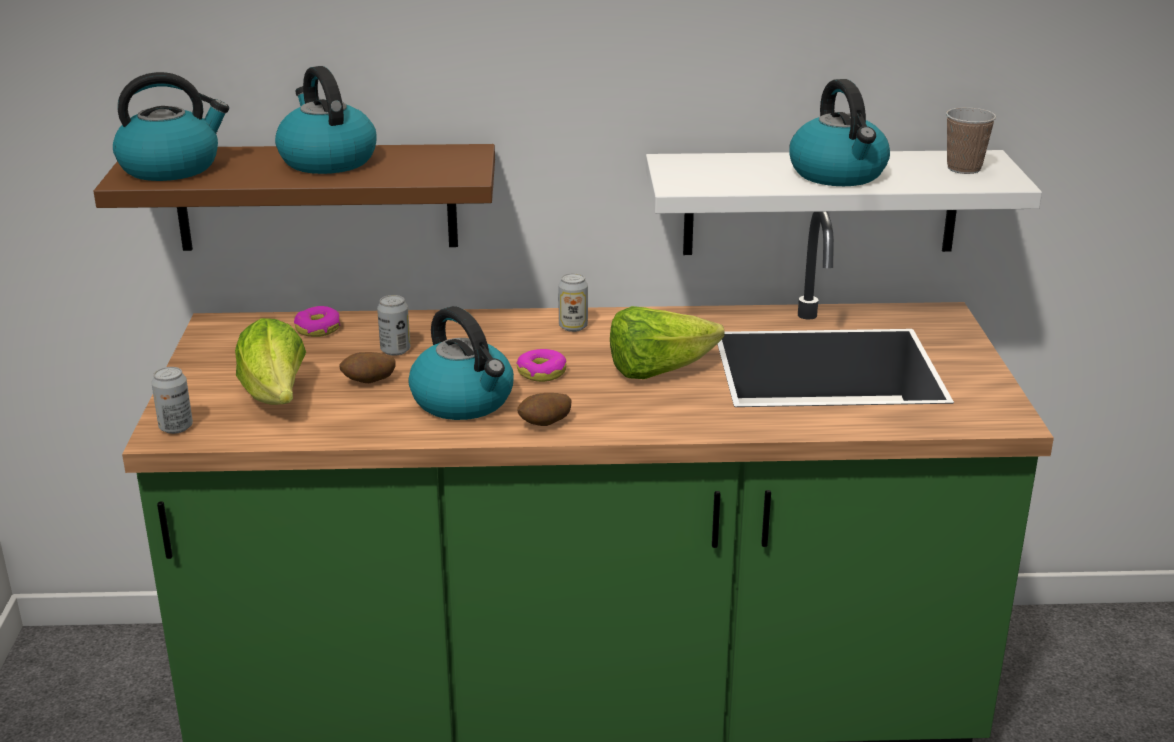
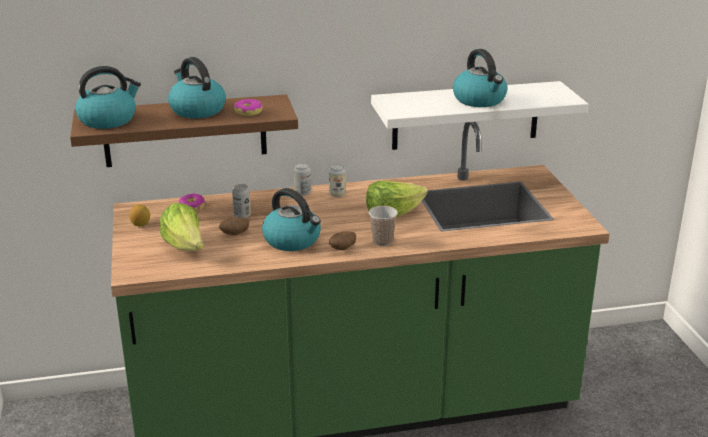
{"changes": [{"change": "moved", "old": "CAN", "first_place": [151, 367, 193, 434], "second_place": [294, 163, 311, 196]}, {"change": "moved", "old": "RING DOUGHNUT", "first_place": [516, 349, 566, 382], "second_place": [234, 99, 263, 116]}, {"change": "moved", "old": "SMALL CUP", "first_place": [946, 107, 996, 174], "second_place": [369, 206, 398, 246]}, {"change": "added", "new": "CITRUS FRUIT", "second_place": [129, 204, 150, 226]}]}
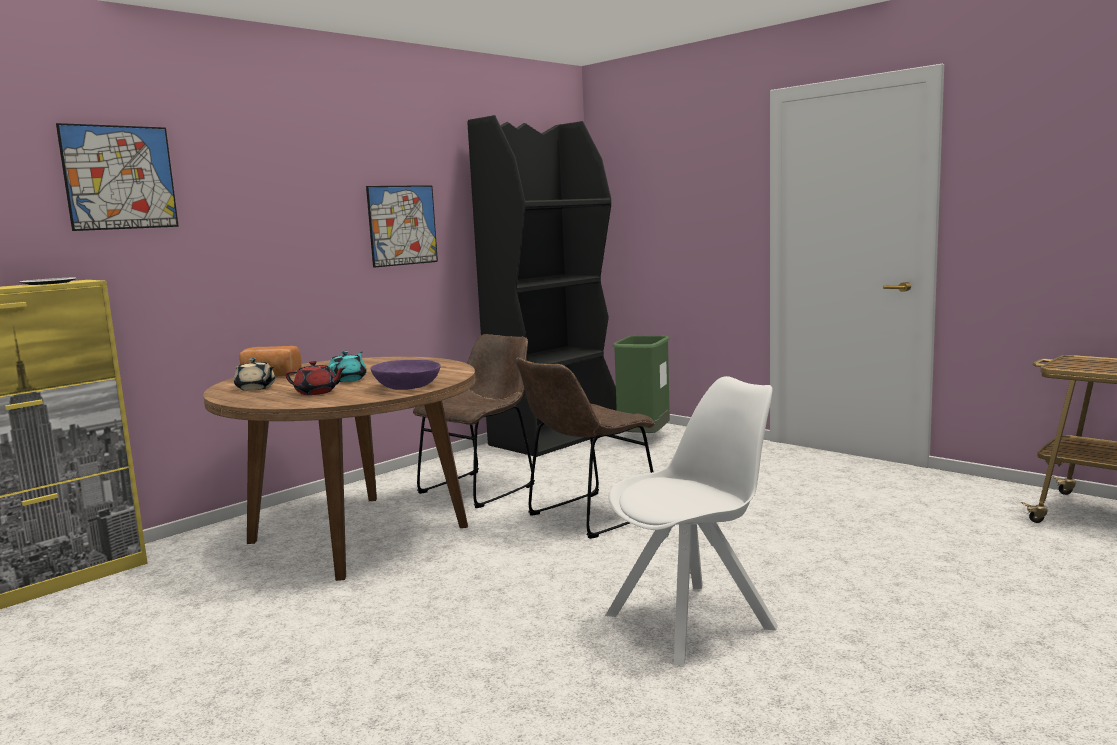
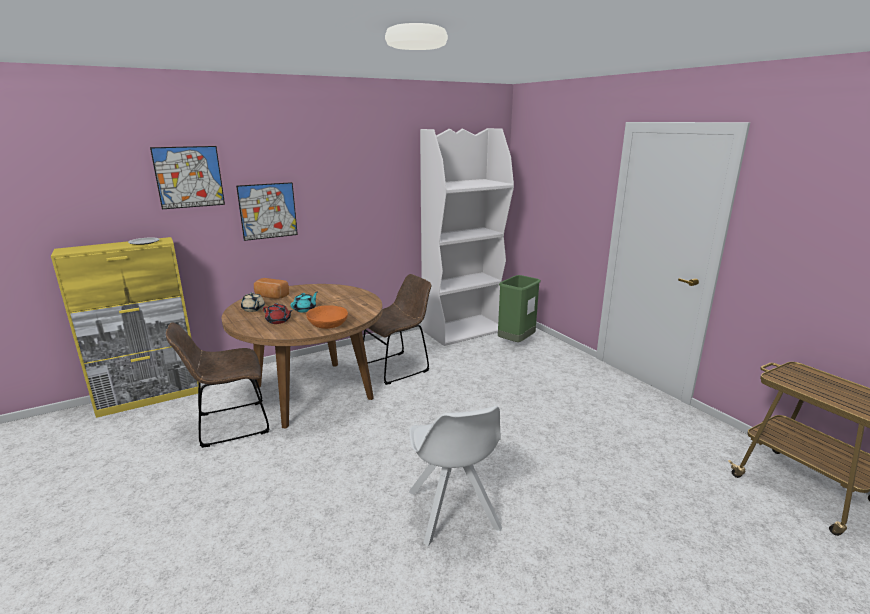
{"changes": [{"change": "moved", "old": "PICTURE", "first_place": [366, 185, 438, 268], "second_place": [236, 182, 298, 241]}, {"change": "recoloured", "old": "PURPLE-COLOURED DEEP DISH", "new": "ORANGE-COLOURED DEEP DISH", "first_place": [371, 360, 440, 390], "second_place": [306, 305, 348, 329]}, {"change": "recoloured", "old": "BLACK-COLOURED SHELVING UNIT", "new": "WHITISH SHELVING UNIT", "first_place": [467, 115, 617, 457], "second_place": [420, 128, 514, 346]}, {"change": "moved", "old": "BROWN PLAIN CHAIR", "first_place": [516, 358, 655, 539], "second_place": [166, 322, 270, 448]}, {"change": "turned", "old": "WHITISH PLAIN CHAIR", "first_place": [605, 376, 778, 665], "second_place": [409, 406, 502, 546], "degrees": 90}]}
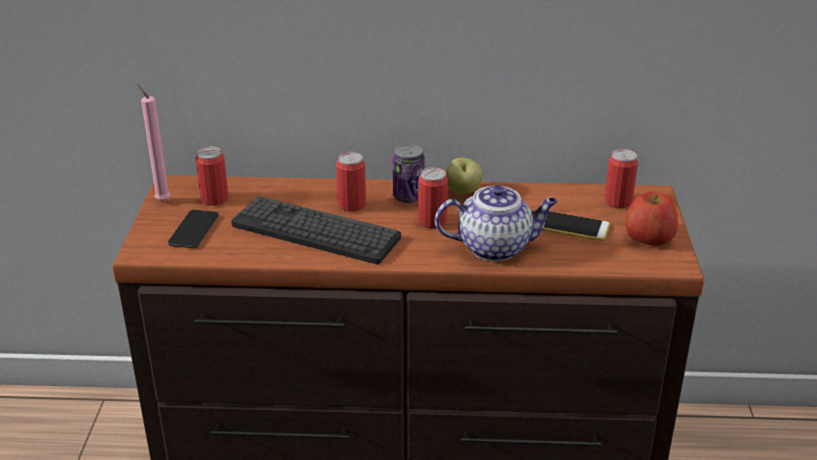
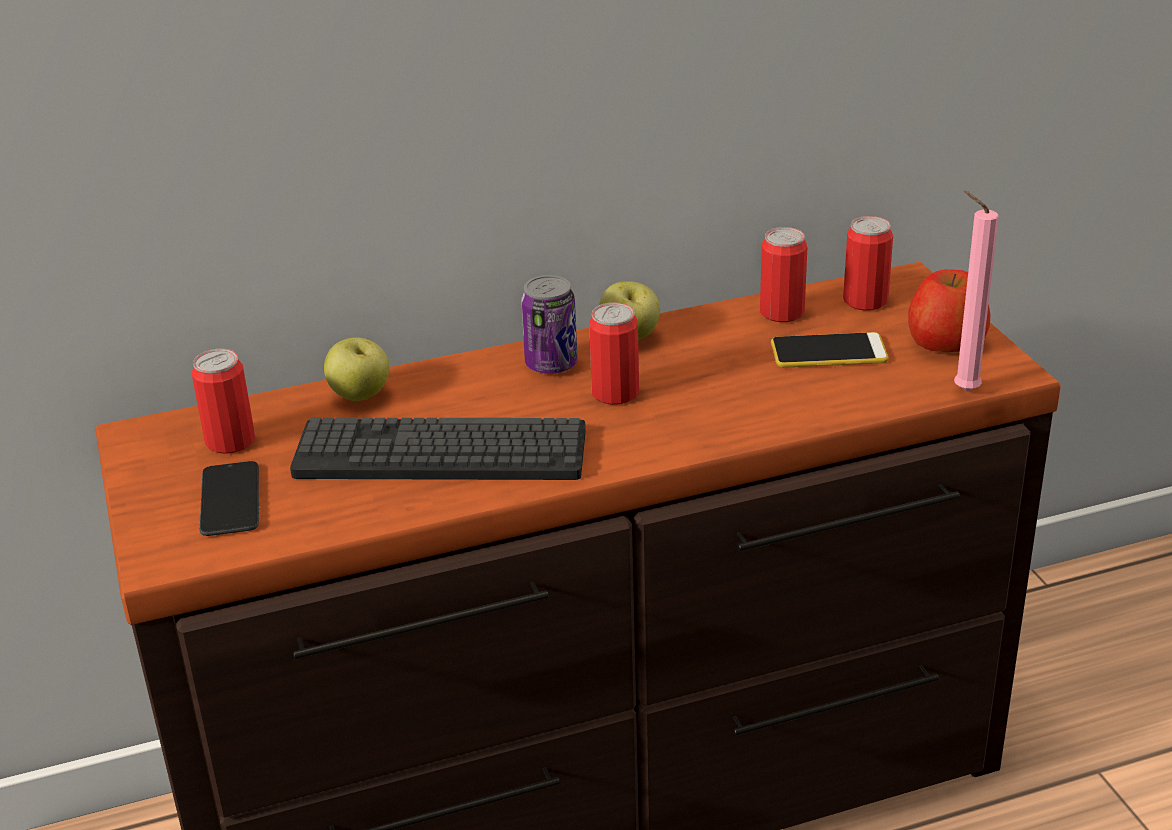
{"changes": [{"change": "moved", "old": "PINKISH CANDLE", "first_place": [137, 84, 170, 201], "second_place": [954, 191, 999, 391]}, {"change": "moved", "old": "CAN", "first_place": [336, 152, 366, 212], "second_place": [760, 227, 807, 322]}, {"change": "removed", "old": "TEAPOT", "first_place": [435, 185, 558, 261]}, {"change": "added", "new": "WHOLE APPLE", "second_place": [324, 337, 390, 401]}]}
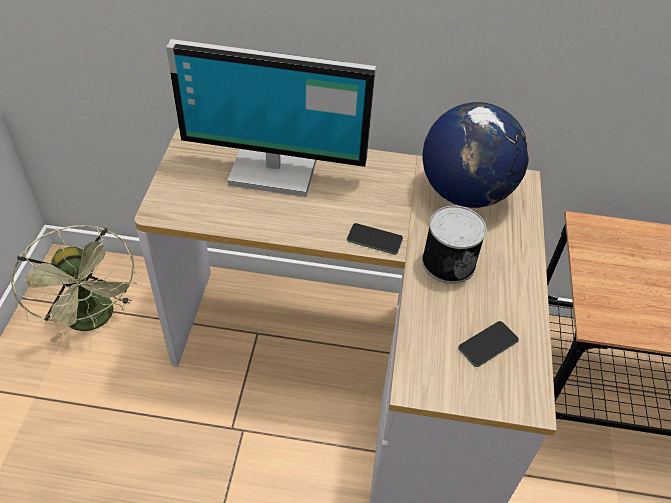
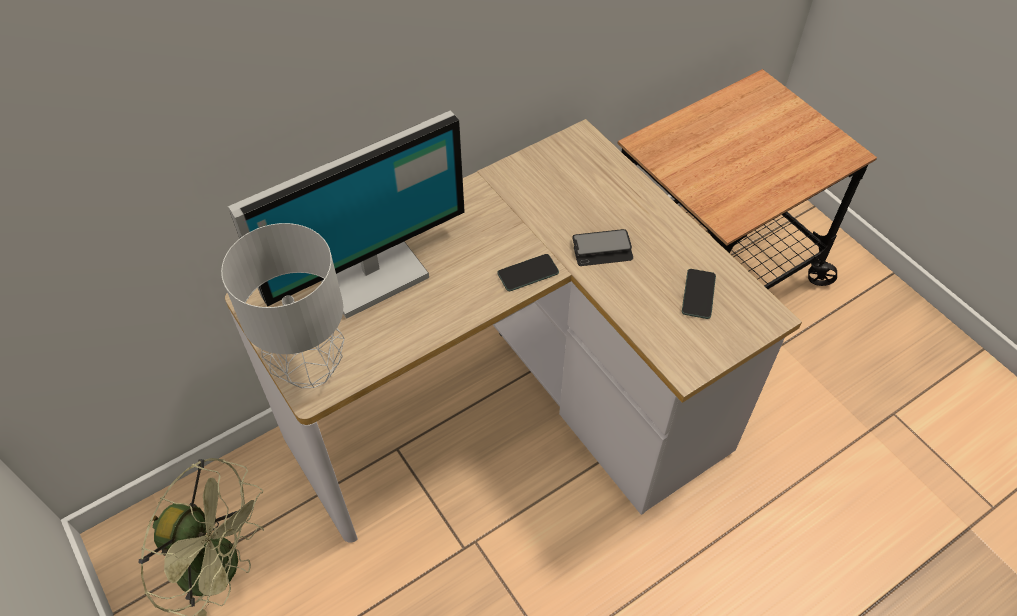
{"changes": [{"change": "removed", "old": "DESK GLOBE", "first_place": [422, 102, 529, 208]}, {"change": "replaced", "old": "CAN", "new": "HANDSET", "first_place": [422, 206, 487, 284], "second_place": [572, 229, 633, 266]}, {"change": "added", "new": "GREYISH TABLE LAMP", "second_place": [221, 223, 345, 388]}]}
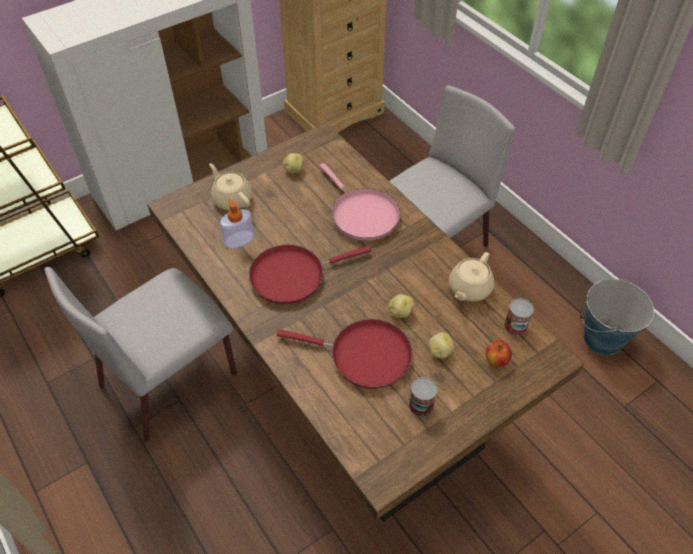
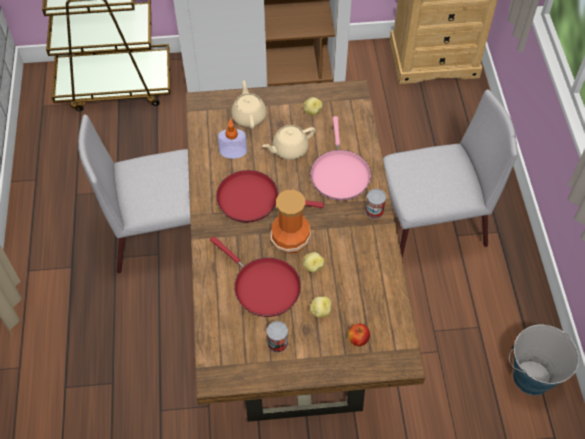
{"changes": [{"change": "moved", "old": "SAND-COLOURED TEAPOT", "first_place": [449, 252, 494, 302], "second_place": [262, 125, 315, 160]}, {"change": "moved", "old": "CAN", "first_place": [504, 298, 534, 336], "second_place": [365, 189, 386, 219]}, {"change": "added", "new": "FLOWER VASE", "second_place": [270, 190, 311, 253]}]}
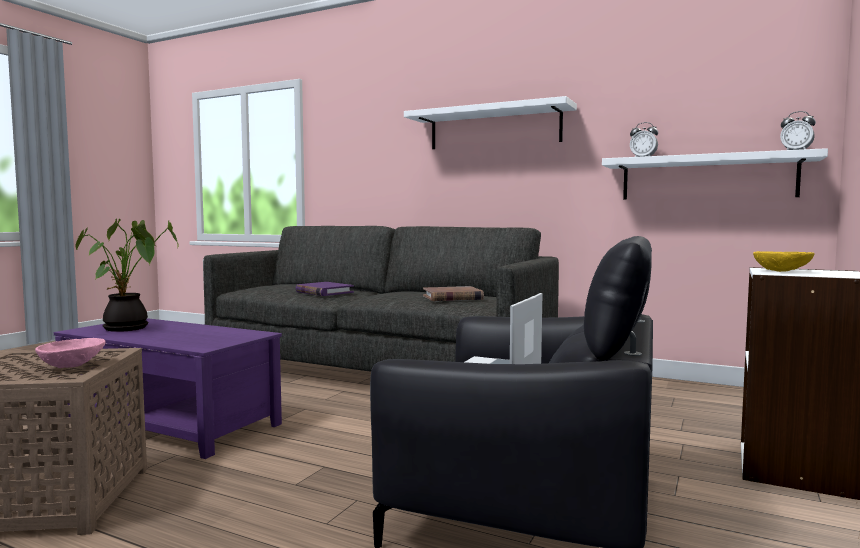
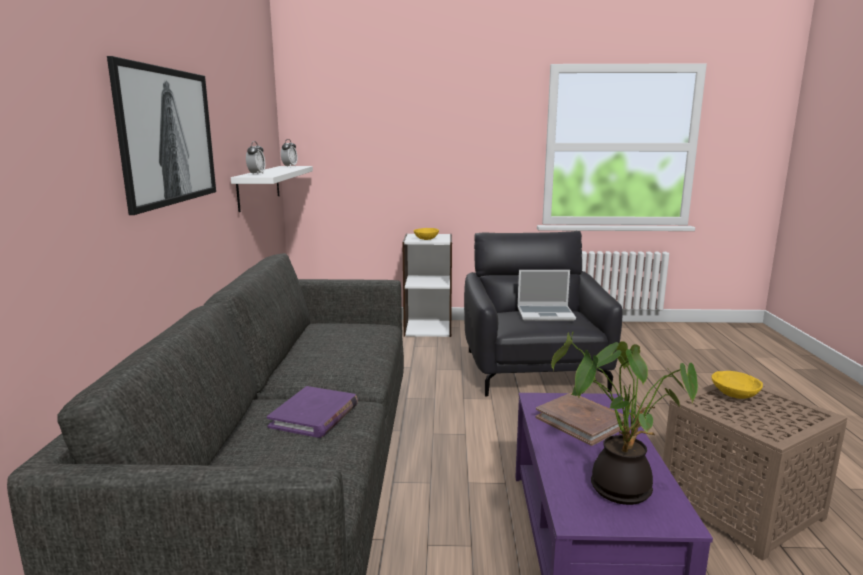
{"changes": [{"change": "recoloured", "old": "PINKISH DEEP DISH", "new": "YELLOW DEEP DISH", "first_place": [35, 338, 105, 368], "second_place": [711, 371, 763, 399]}, {"change": "replaced", "old": "WHITISH WALL SHELF", "new": "PICTURE", "first_place": [404, 96, 577, 149], "second_place": [107, 56, 216, 215]}, {"change": "moved", "old": "BROWN BOOK", "first_place": [423, 286, 484, 301], "second_place": [535, 393, 624, 446]}]}
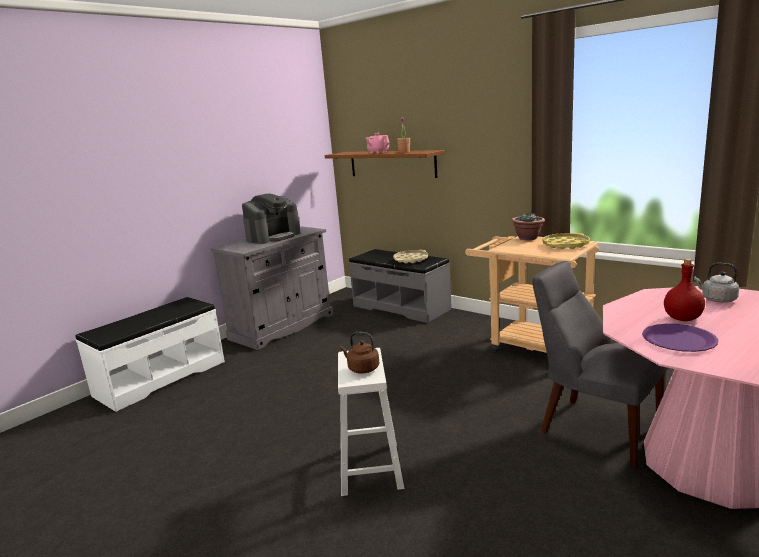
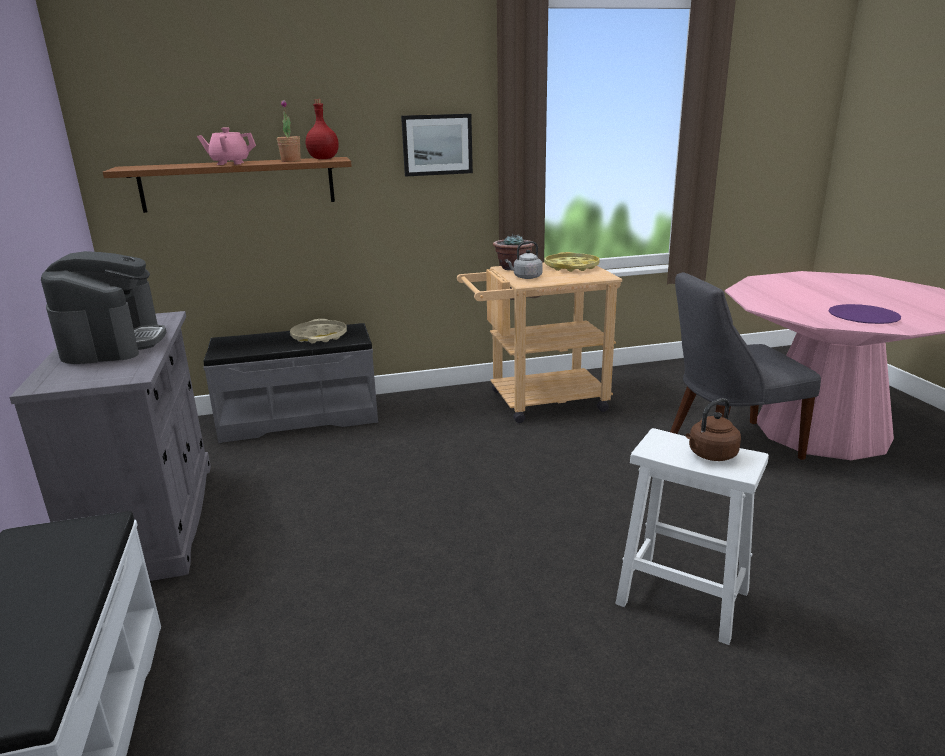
{"changes": [{"change": "moved", "old": "REDDISH BEVERAGE BOTTLE", "first_place": [664, 259, 705, 321], "second_place": [306, 99, 339, 159]}, {"change": "moved", "old": "GREYISH KETTLE", "first_place": [694, 263, 739, 303], "second_place": [505, 241, 543, 279]}, {"change": "added", "new": "PICTURE", "second_place": [401, 114, 473, 177]}]}
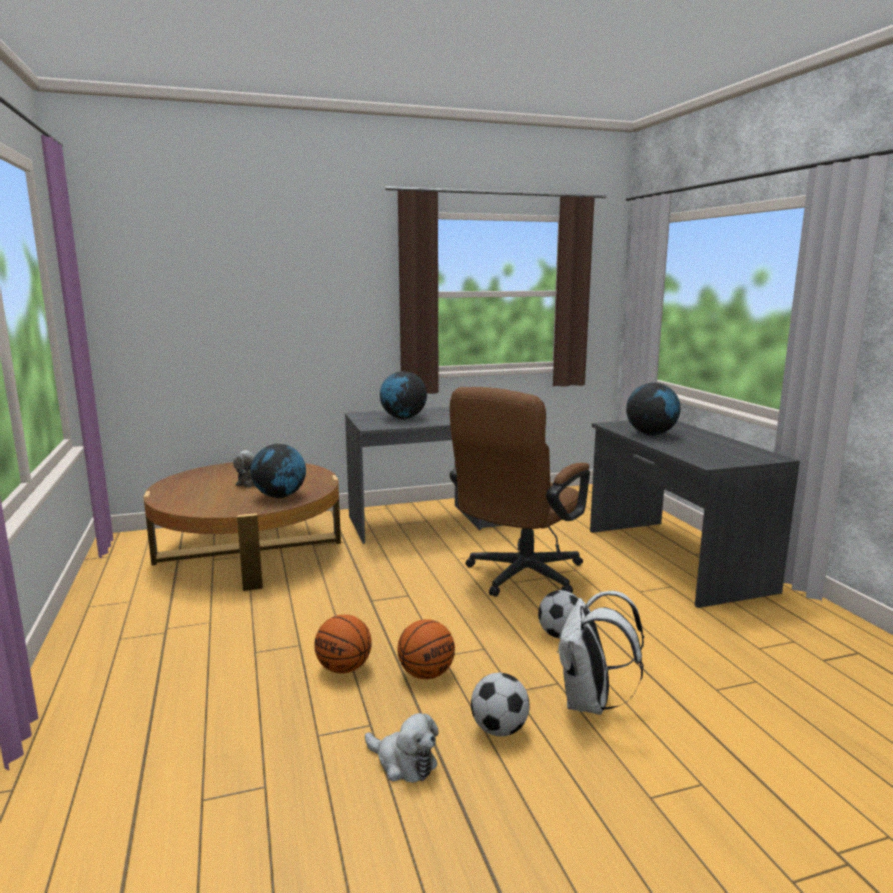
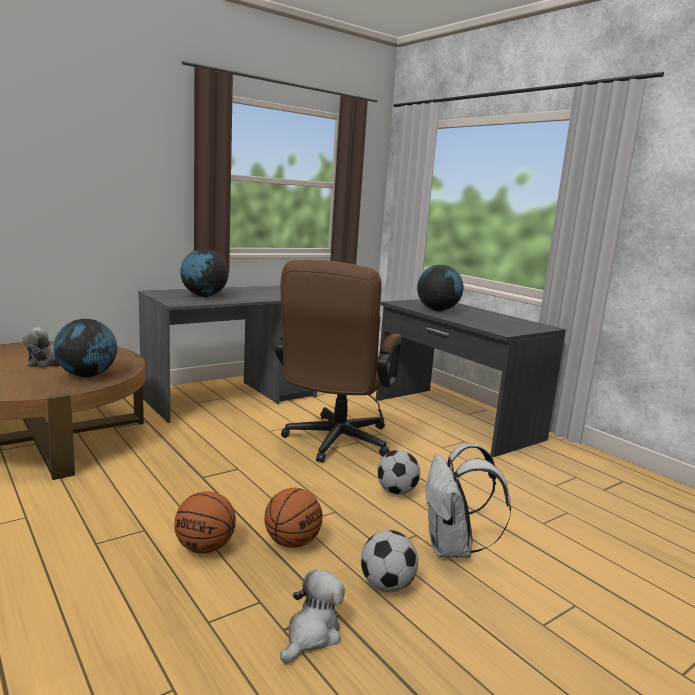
{"changes": [{"change": "turned", "old": "CUDDLY TOY", "first_place": [365, 713, 439, 783], "second_place": [280, 569, 345, 664], "degrees": -75}]}
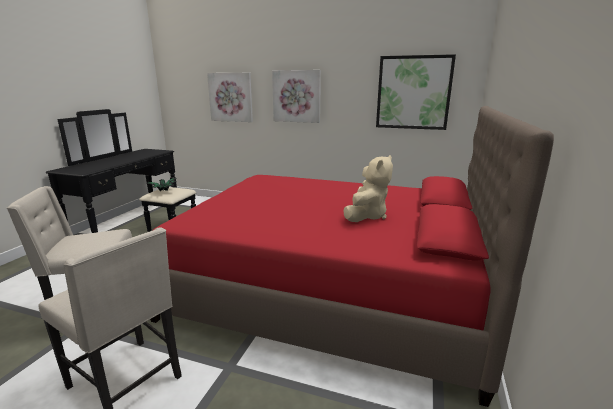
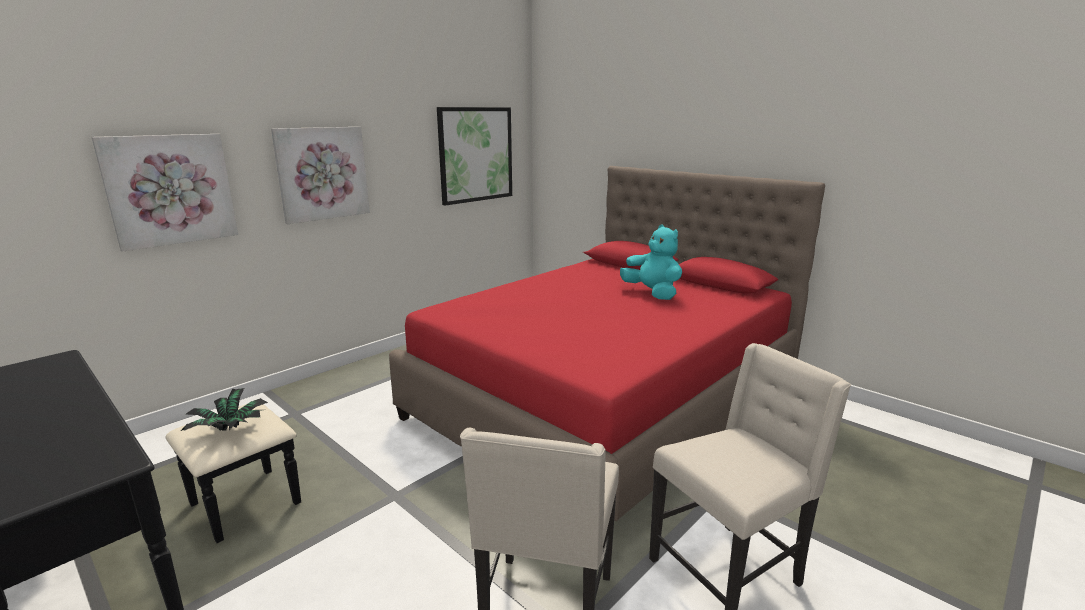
{"changes": [{"change": "recoloured", "old": "SAND-COLOURED CUDDLY TOY", "new": "BLUE-GREEN CUDDLY TOY", "first_place": [343, 155, 393, 222], "second_place": [620, 225, 682, 300]}]}
